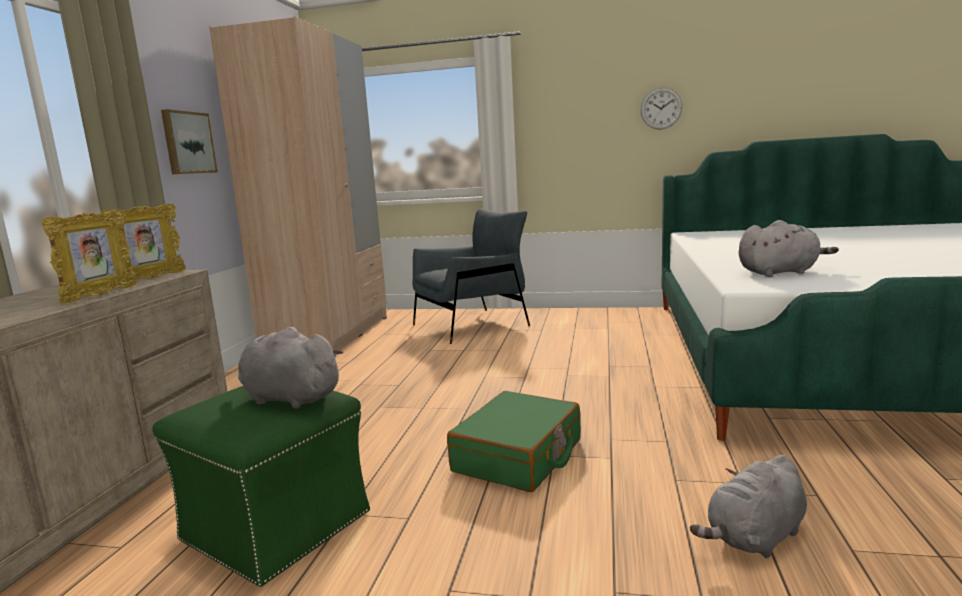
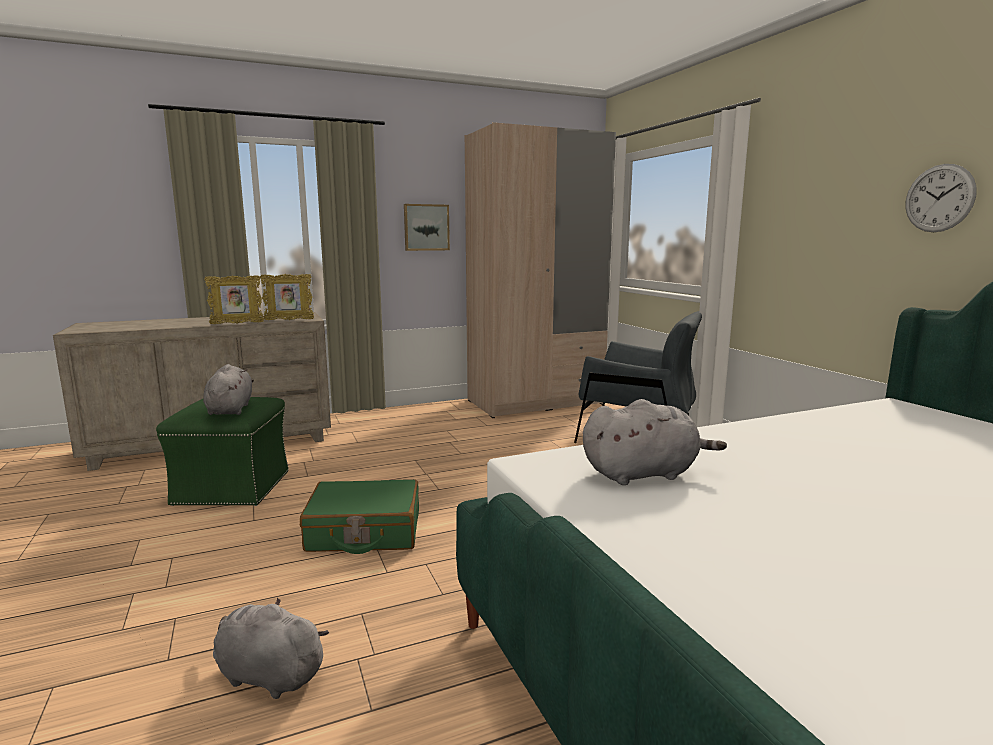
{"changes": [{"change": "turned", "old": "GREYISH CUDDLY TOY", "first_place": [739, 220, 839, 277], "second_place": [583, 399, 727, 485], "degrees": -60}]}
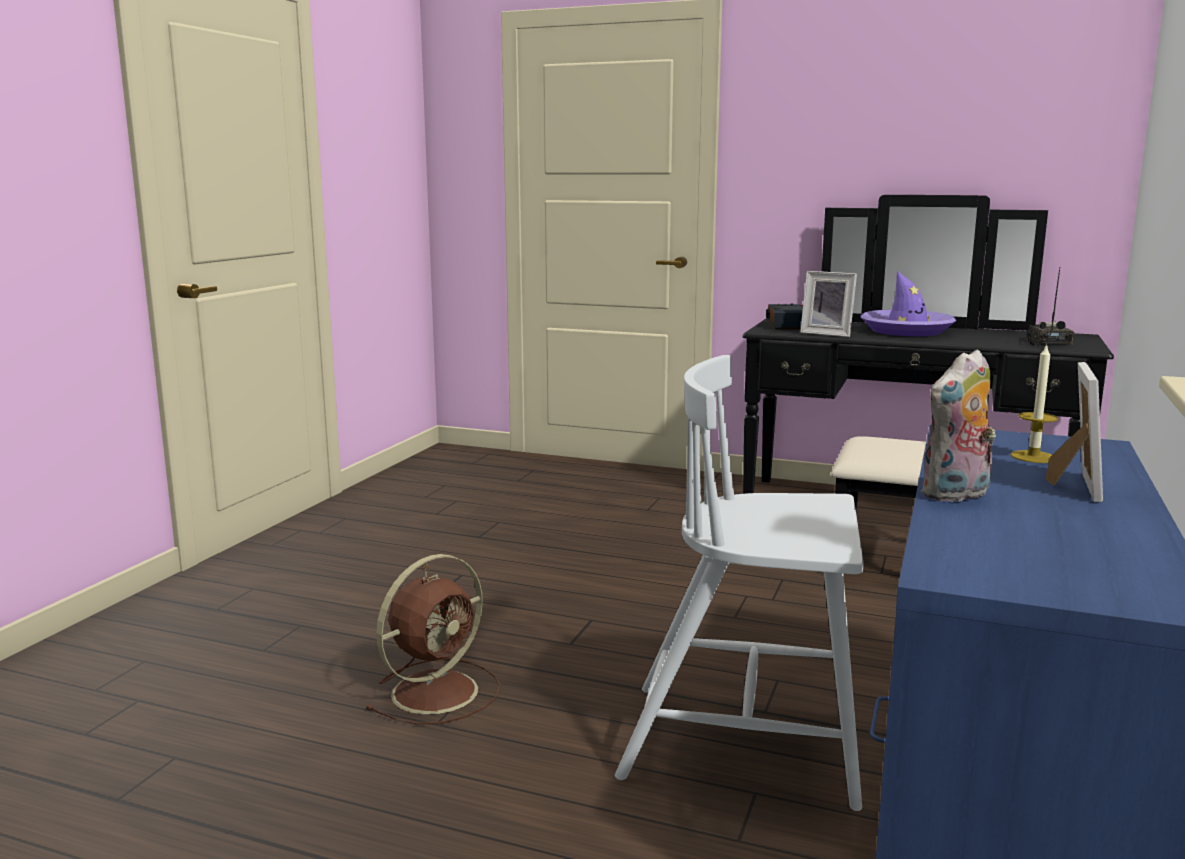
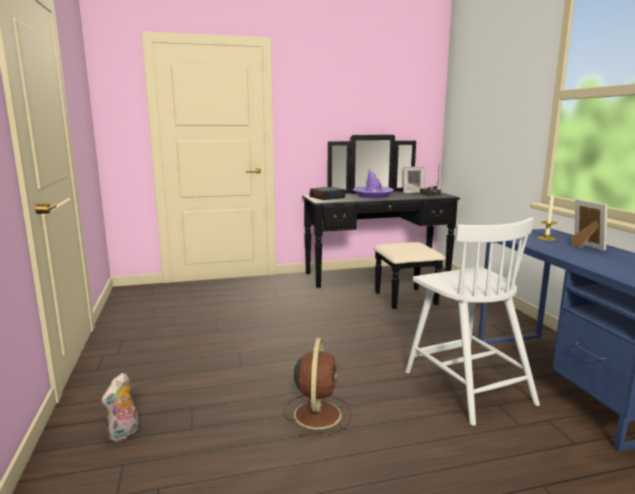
{"changes": [{"change": "turned", "old": "WHITISH PLAIN CHAIR", "first_place": [615, 355, 864, 811], "second_place": [405, 217, 540, 426], "degrees": -90}, {"change": "moved", "old": "STANDING FRAME", "first_place": [800, 271, 857, 337], "second_place": [403, 166, 425, 193]}, {"change": "moved", "old": "CUDDLY TOY", "first_place": [921, 349, 996, 502], "second_place": [102, 373, 139, 442]}]}
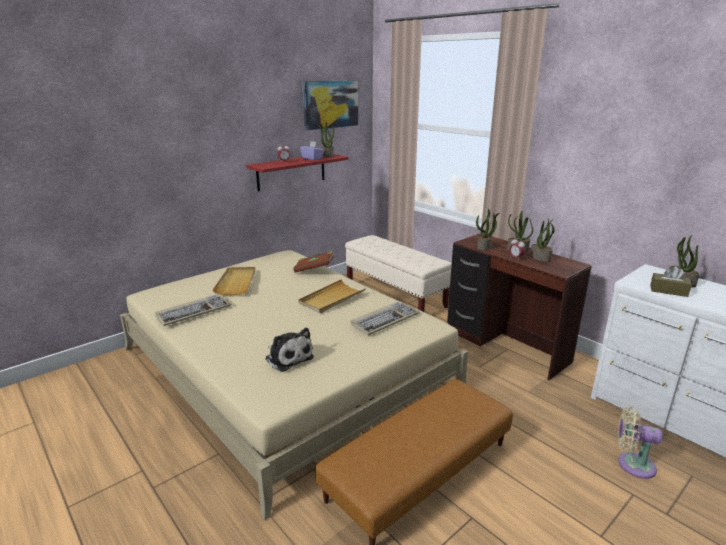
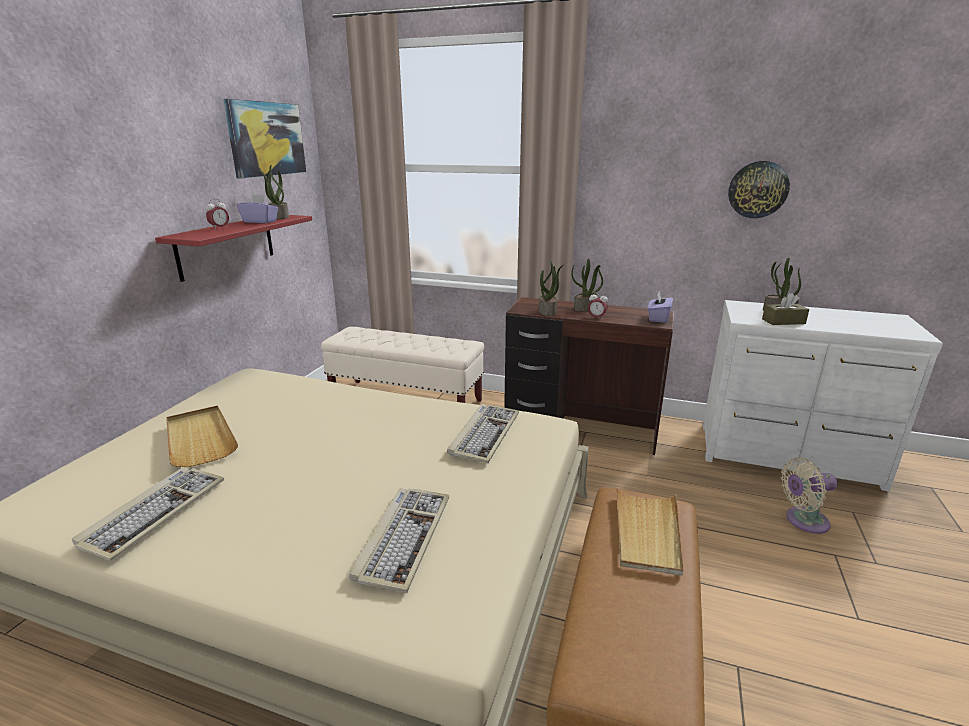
{"changes": [{"change": "replaced", "old": "CUDDLY TOY", "new": "KEYBOARD", "first_place": [265, 328, 314, 372], "second_place": [349, 488, 449, 593]}, {"change": "removed", "old": "BROWN BOOK", "first_place": [293, 251, 334, 273]}, {"change": "moved", "old": "SAND-COLOURED TRAY", "first_place": [298, 279, 366, 313], "second_place": [616, 486, 683, 576]}, {"change": "removed", "old": "PLANT IN A POT", "first_place": [530, 219, 555, 262]}, {"change": "added", "new": "PURPLE-COLOURED TISSUE BOX", "second_place": [648, 290, 673, 323]}, {"change": "added", "new": "HANGING CLOCK", "second_place": [728, 161, 790, 218]}]}
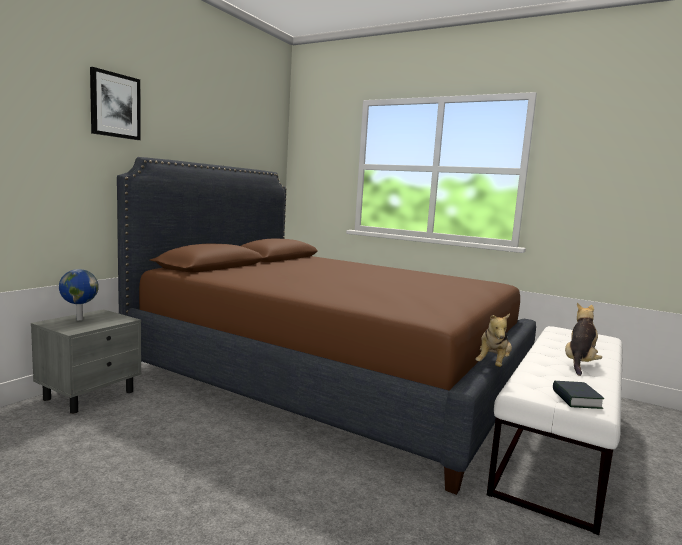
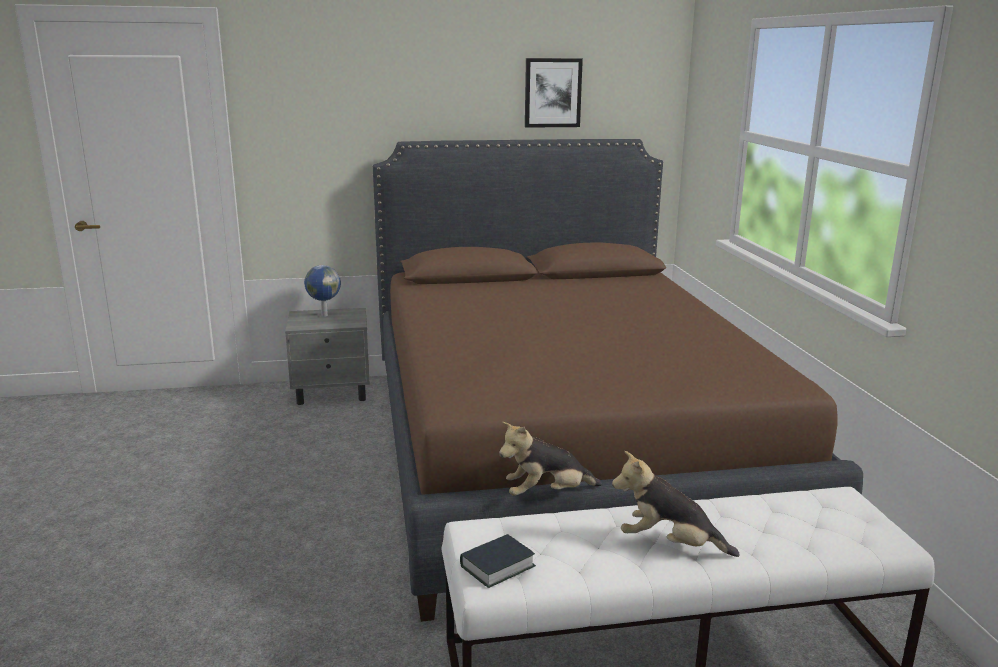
{"changes": [{"change": "moved", "old": "PICTURE", "first_place": [90, 67, 141, 140], "second_place": [525, 58, 583, 128]}, {"change": "turned", "old": "CUDDLY TOY", "first_place": [565, 303, 602, 376], "second_place": [612, 451, 740, 557], "degrees": -150}]}
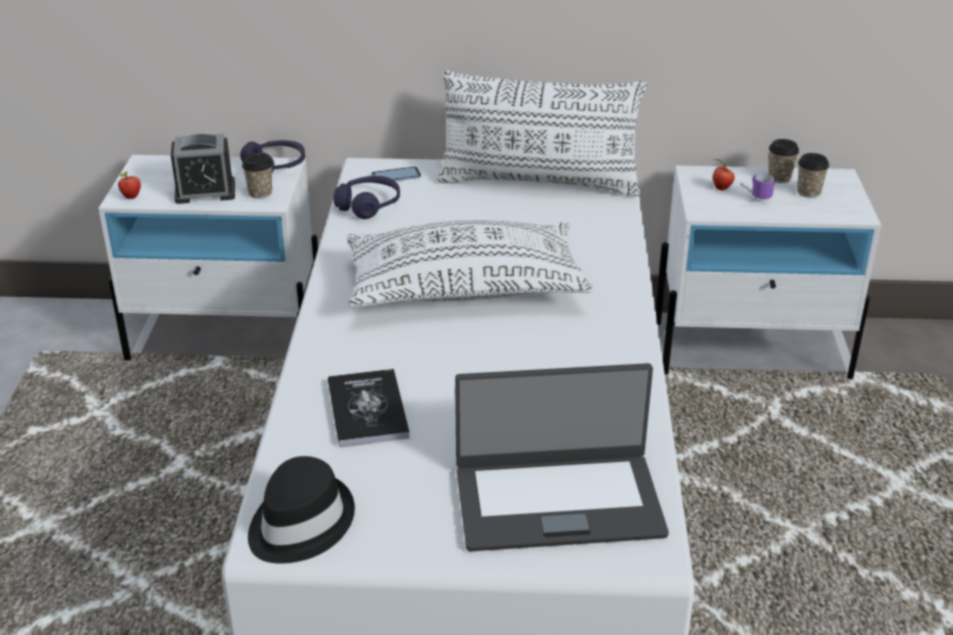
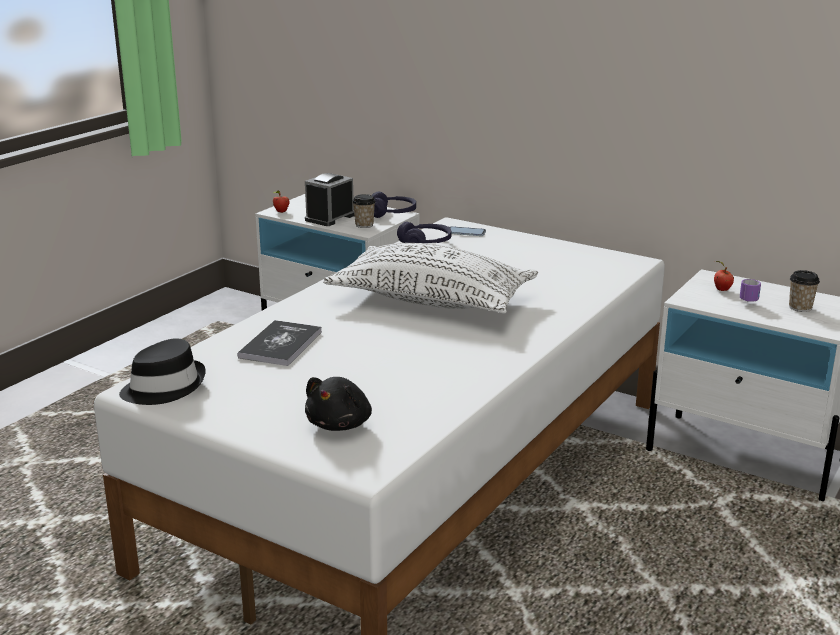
{"changes": [{"change": "turned", "old": "BEDSIDE CLOCK", "first_place": [171, 134, 235, 204], "second_place": [305, 173, 354, 226], "degrees": 105}, {"change": "removed", "old": "WHITISH PILLOW", "first_place": [437, 70, 647, 196]}, {"change": "replaced", "old": "LAPTOP", "new": "BLACK-COLOURED CUDDLY TOY", "first_place": [455, 363, 669, 551], "second_place": [305, 377, 372, 431]}, {"change": "removed", "old": "SMALL CUP", "first_place": [768, 139, 799, 183]}]}
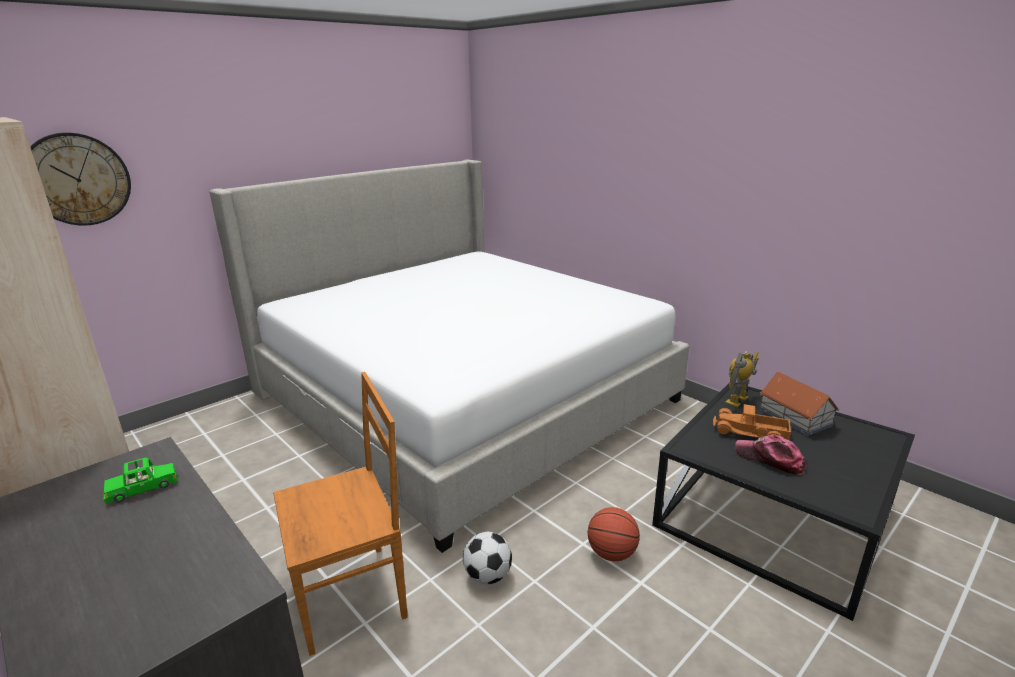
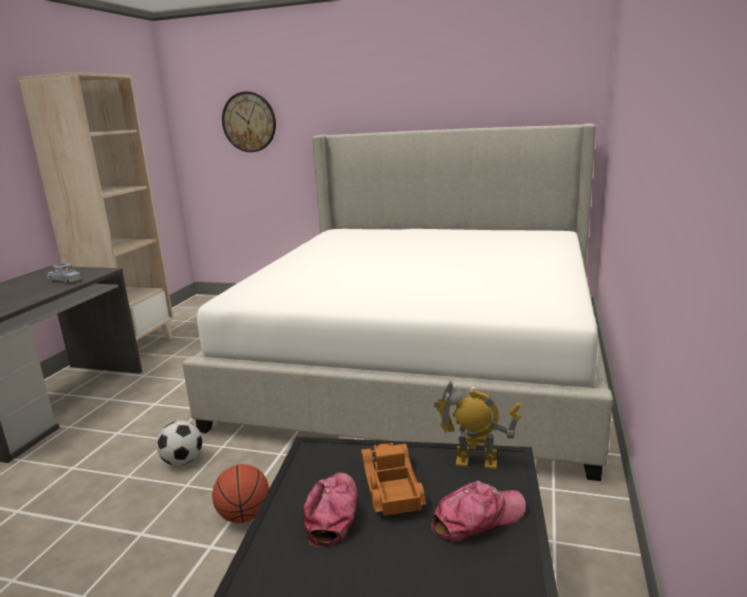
{"changes": [{"change": "recoloured", "old": "GREEN-COLOURED MINIATURE CAR", "new": "BLUE-COLOURED MINIATURE CAR", "first_place": [104, 457, 177, 504], "second_place": [47, 263, 82, 283]}, {"change": "removed", "old": "BROWN PLAIN CHAIR", "first_place": [273, 372, 408, 656]}, {"change": "replaced", "old": "MINIATURE HOUSE", "new": "BASEBALL CAP", "first_place": [759, 372, 839, 436], "second_place": [431, 481, 526, 542]}]}
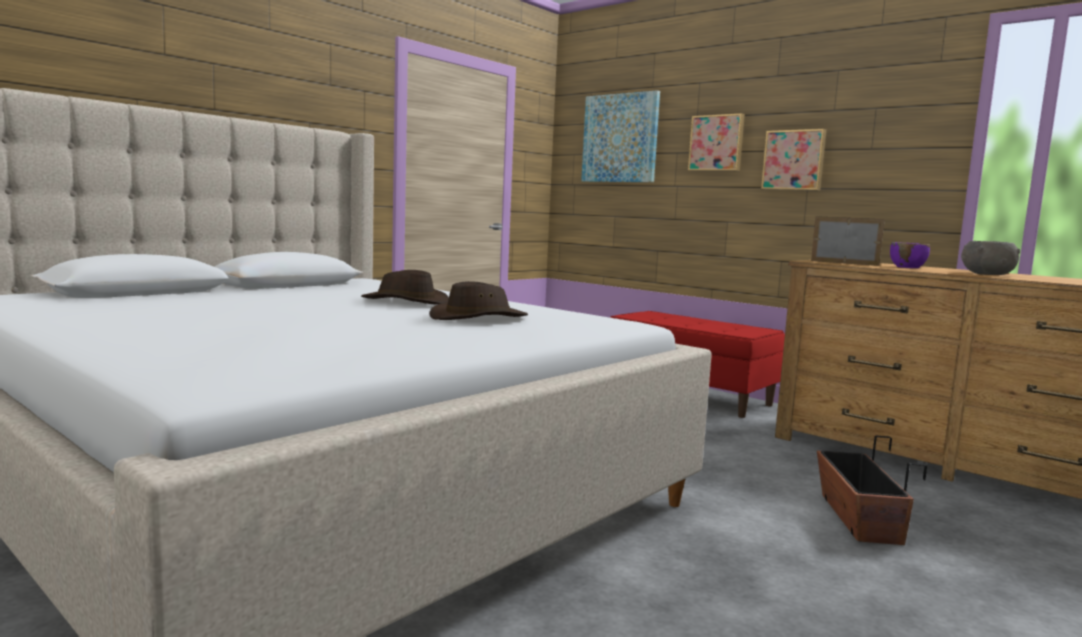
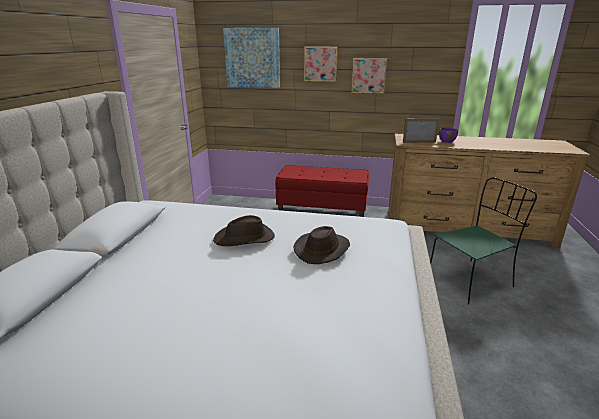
{"changes": [{"change": "replaced", "old": "FLOWER POT", "new": "GREEN-COLOURED PLAIN CHAIR", "first_place": [817, 436, 927, 545], "second_place": [430, 177, 537, 304]}, {"change": "removed", "old": "GREYISH DEEP DISH", "first_place": [961, 241, 1020, 275]}]}
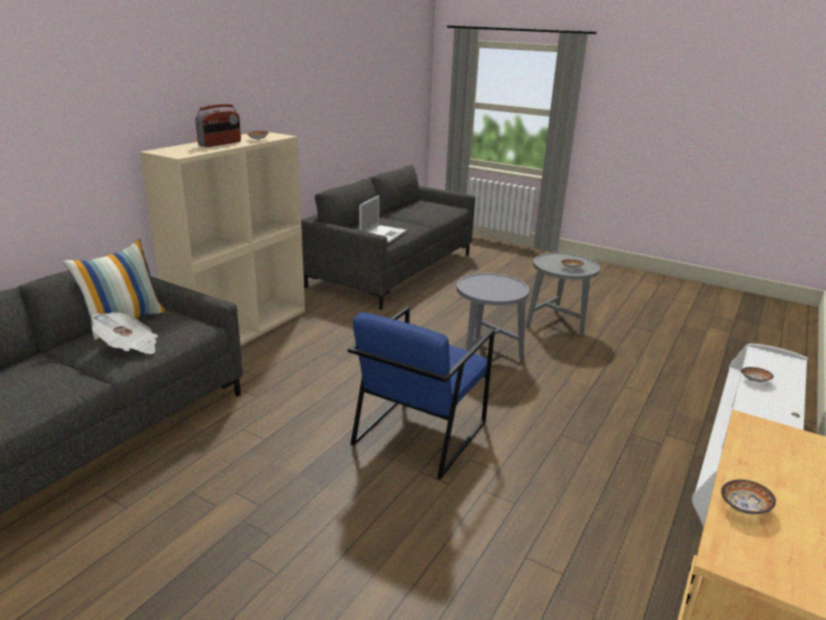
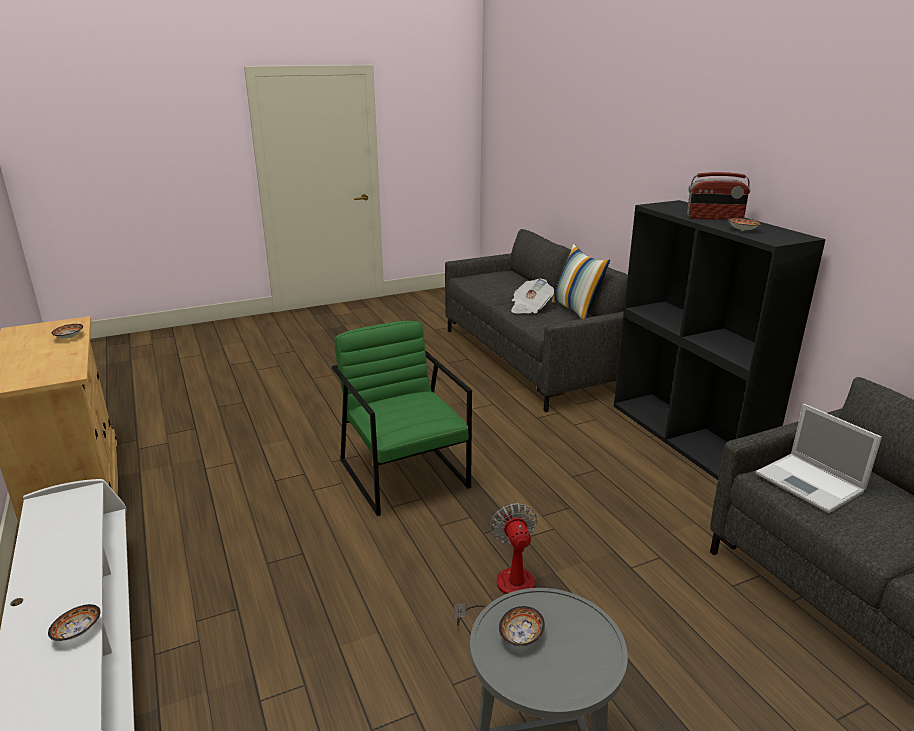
{"changes": [{"change": "recoloured", "old": "SAND-COLOURED SHELVING UNIT", "new": "BLACK-COLOURED SHELVING UNIT", "first_place": [140, 132, 305, 346], "second_place": [614, 200, 826, 480]}, {"change": "turned", "old": "RADIO RECEIVER", "first_place": [195, 104, 241, 147], "second_place": [687, 172, 751, 220], "degrees": -60}, {"change": "recoloured", "old": "BLUE-COLOURED EASY CHAIR", "new": "GREEN-COLOURED EASY CHAIR", "first_place": [348, 307, 495, 480], "second_place": [332, 321, 472, 516]}, {"change": "replaced", "old": "GREYISH ACCENT TABLE", "new": "FAN", "first_place": [456, 273, 529, 359], "second_place": [454, 503, 537, 626]}]}
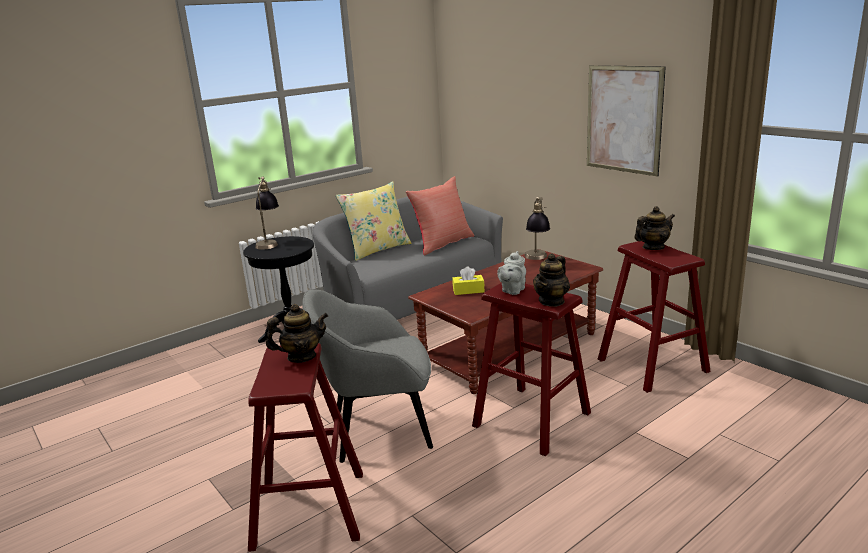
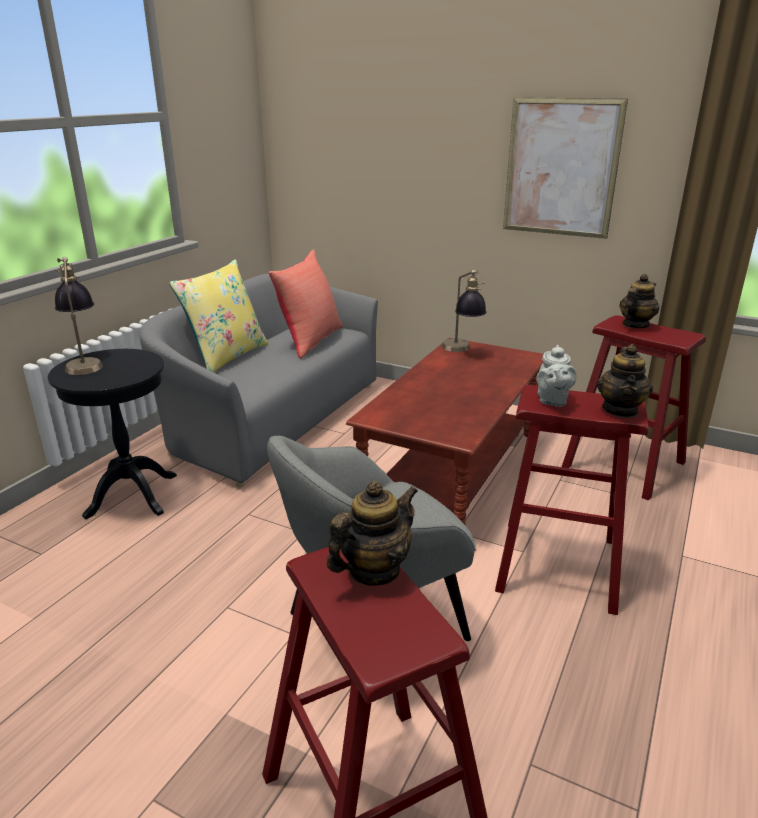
{"changes": [{"change": "removed", "old": "YELLOW TISSUE BOX", "first_place": [452, 266, 484, 295]}]}
